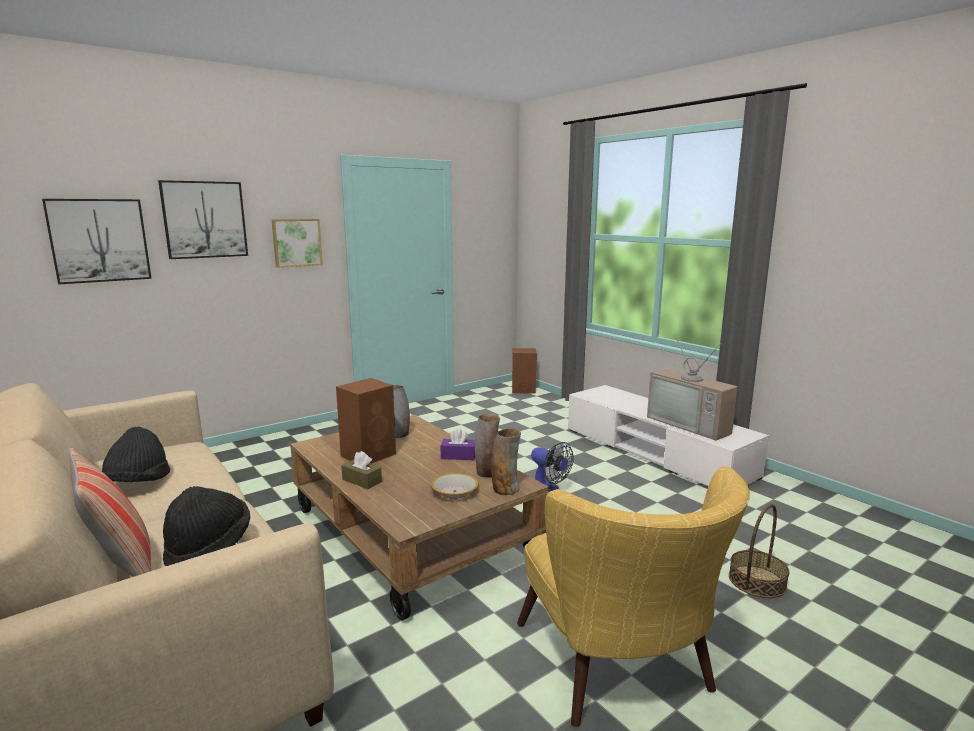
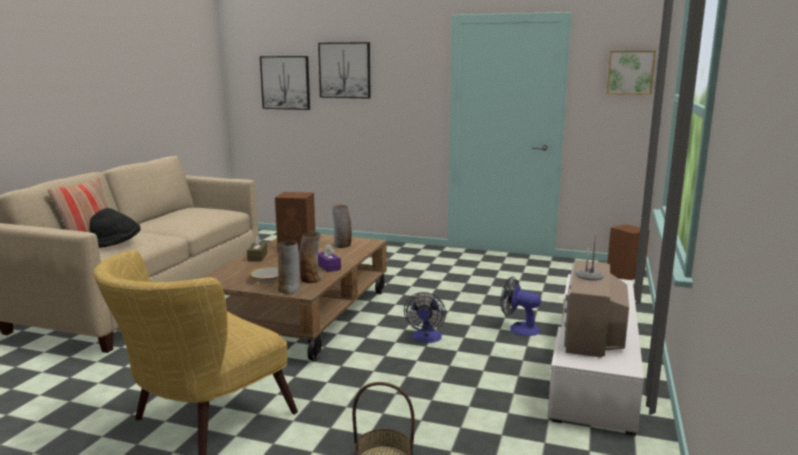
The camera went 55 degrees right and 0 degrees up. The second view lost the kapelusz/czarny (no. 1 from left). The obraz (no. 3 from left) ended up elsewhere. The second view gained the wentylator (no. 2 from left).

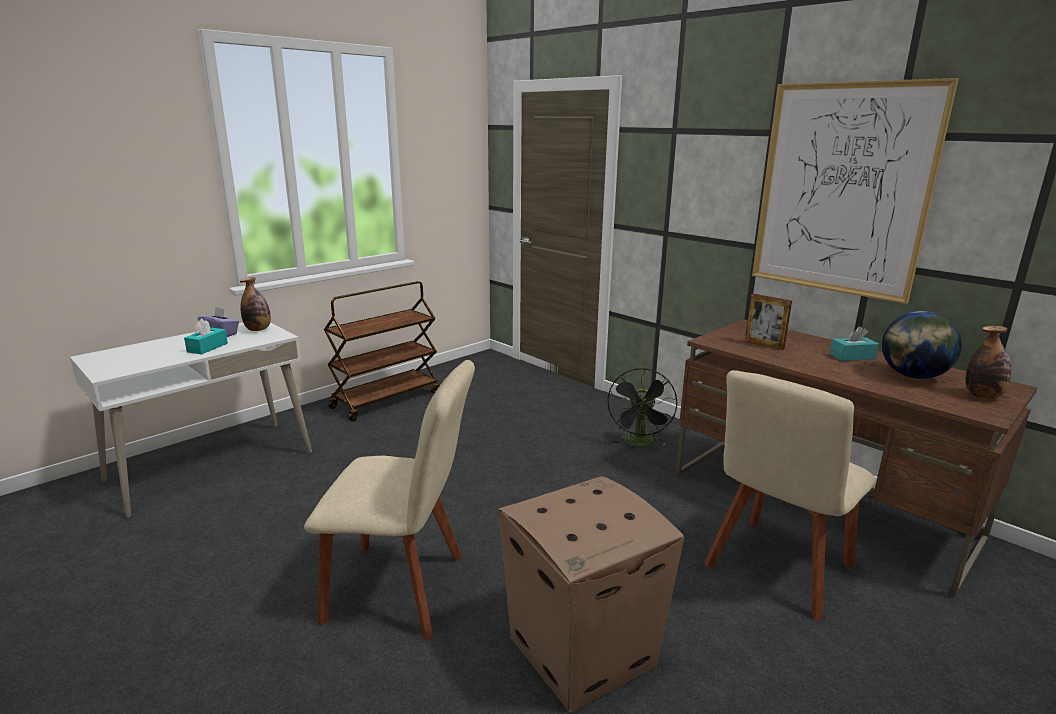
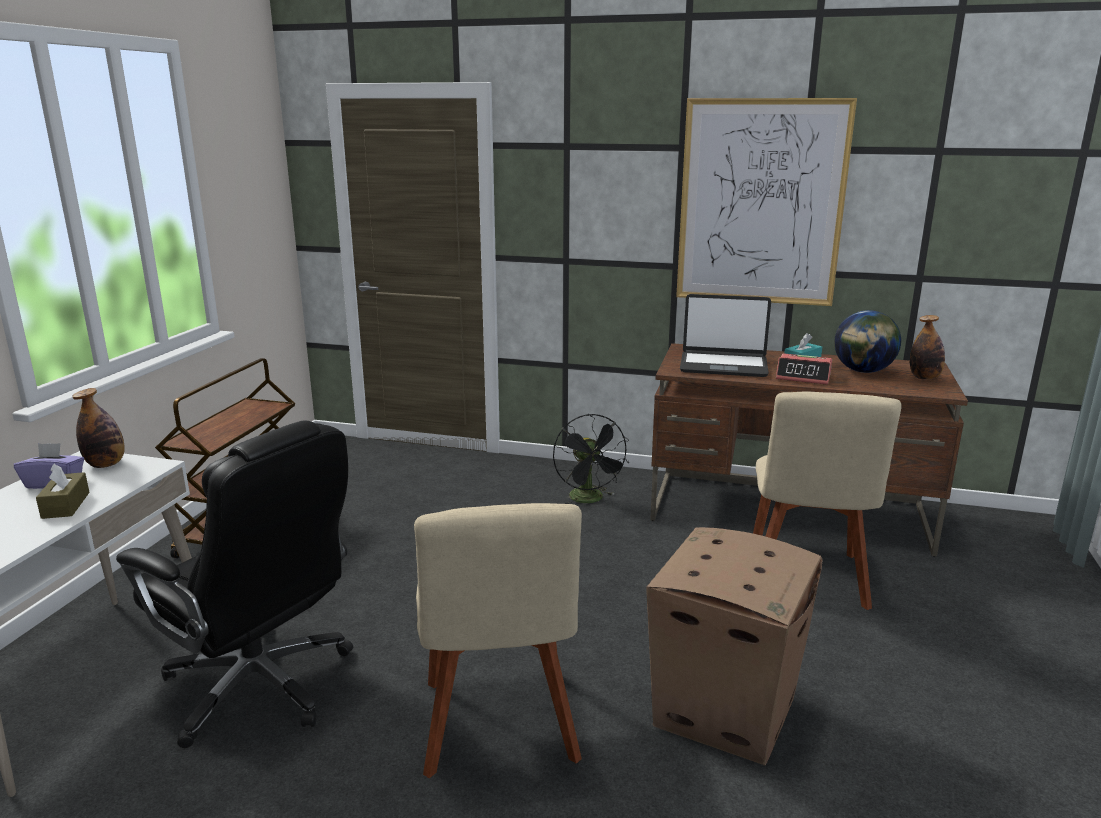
The camera went 30 degrees left and 0 degrees up. What was the pudełko chusteczek/turkusowy (no. 1 from left) turned into the pudełko chusteczek/brązowy. The krzesło/beżowy (no. 1 from left) ended up facing another way, 105 degrees clockwise from before. Where the ramka na zdjęcie stood, the laptop came to stand. The second view gained the krzesło biurowe/czarny. The second view gained the budzik.

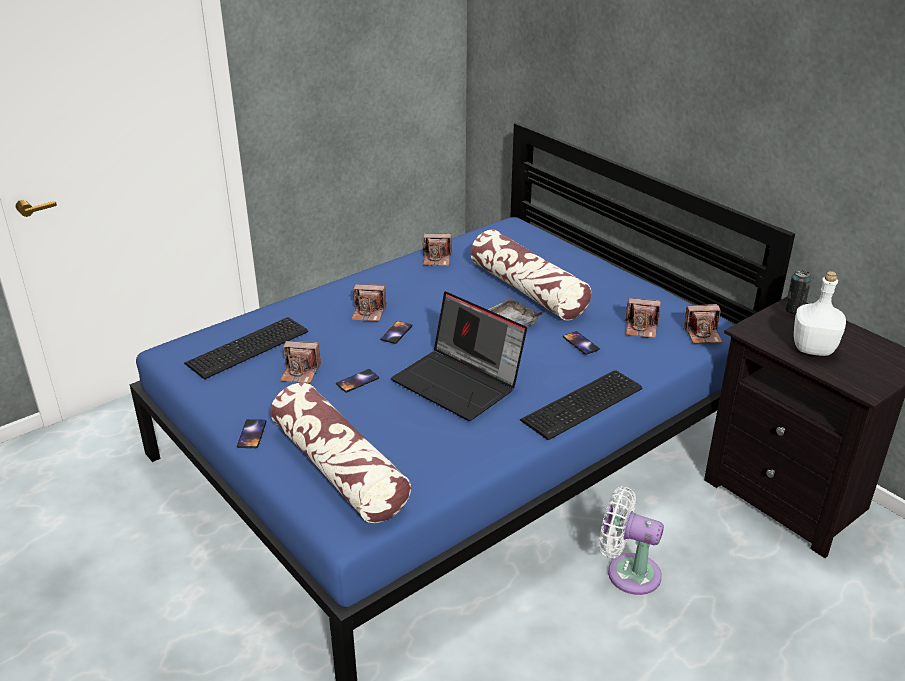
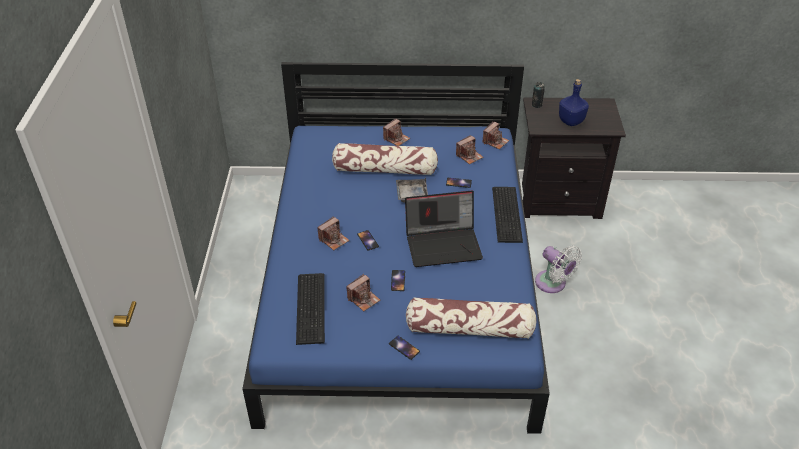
The camera went 50 degrees left and 10 degrees up. The aparat fotograficzny (no. 3 from left) ended up elsewhere. The wentylator/biały ended up facing another way, 105 degrees counterclockwise from before. What was the butelka/biały turned into the butelka/niebieski.

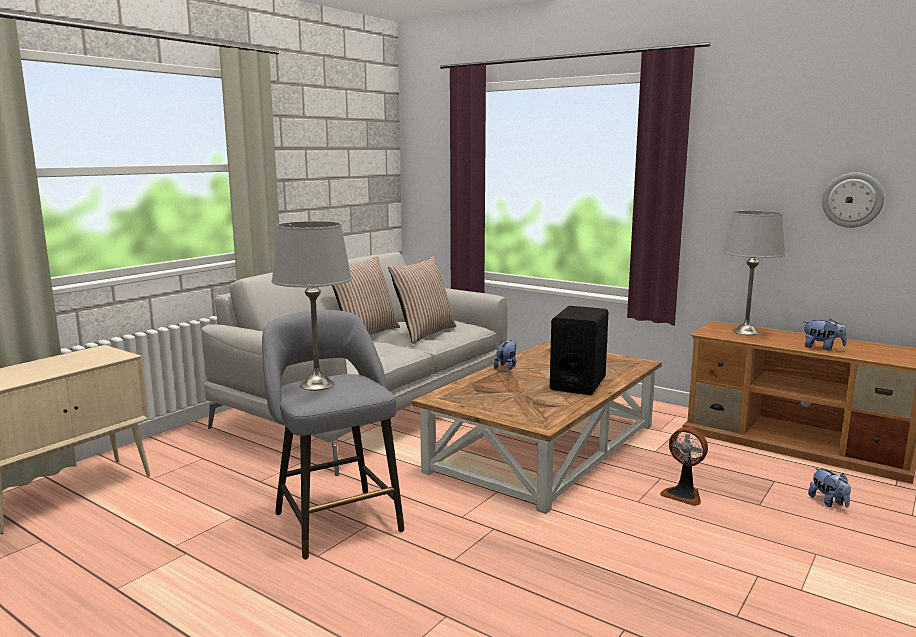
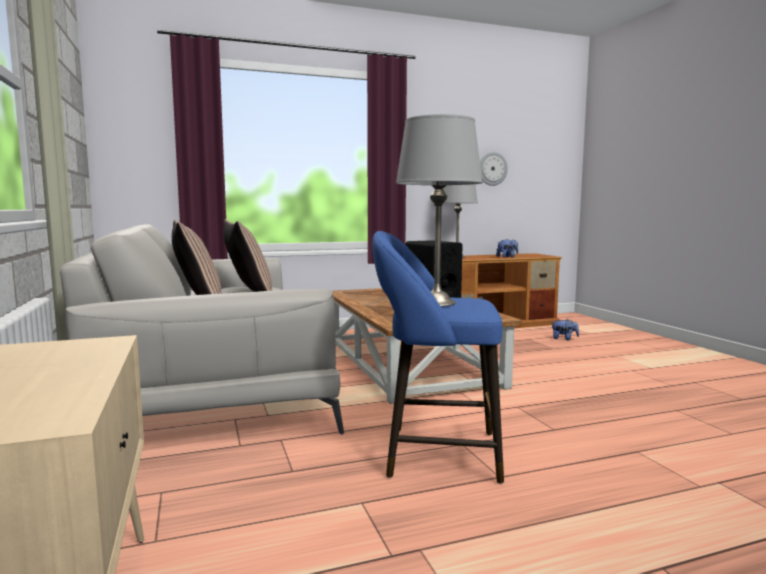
The camera went 55 degrees left and 5 degrees down. What was the stołek/szary turned into the stołek/niebieski. The second view lost the pluszak (no. 1 from left). The second view lost the wentylator.

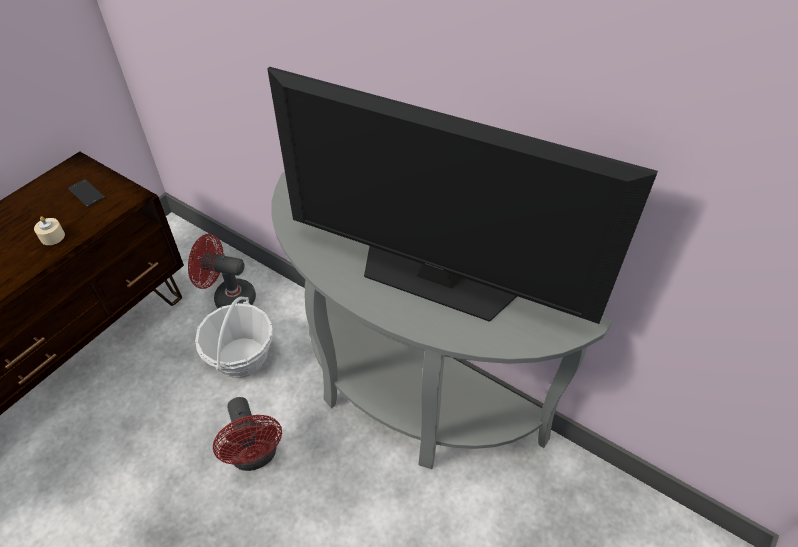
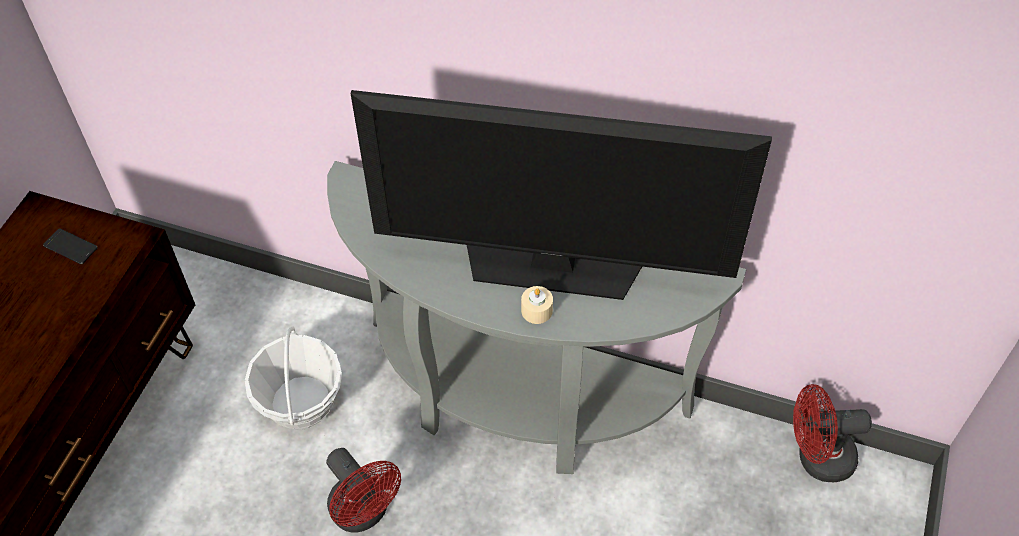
The camera went 15 degrees left and 5 degrees up. The świeca/beżowy ended up elsewhere. The wentylator/czerwony (no. 1 from left in the first image) ended up elsewhere.

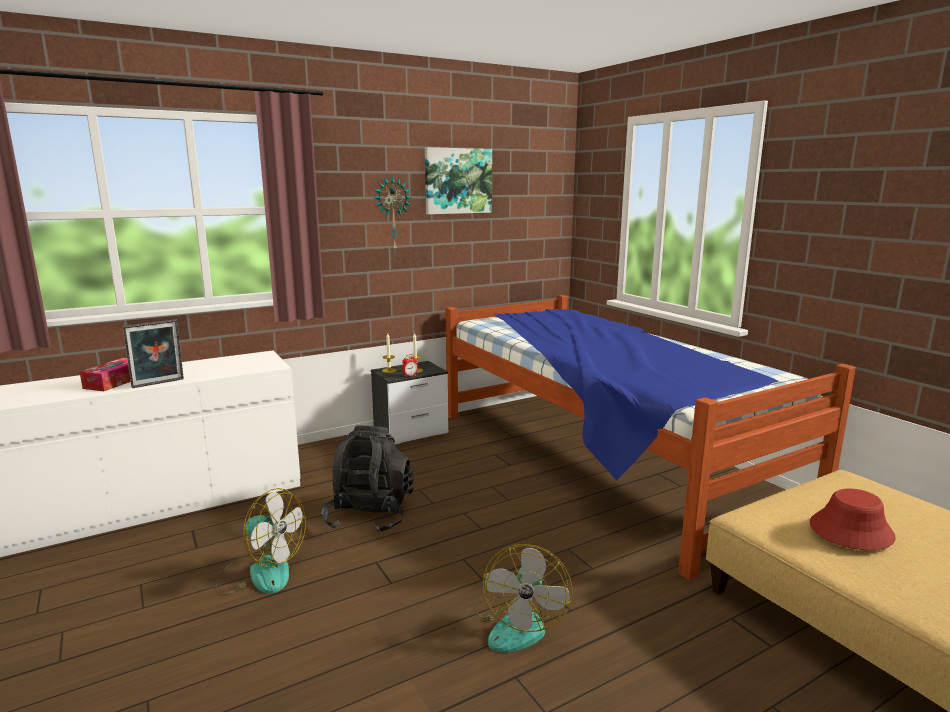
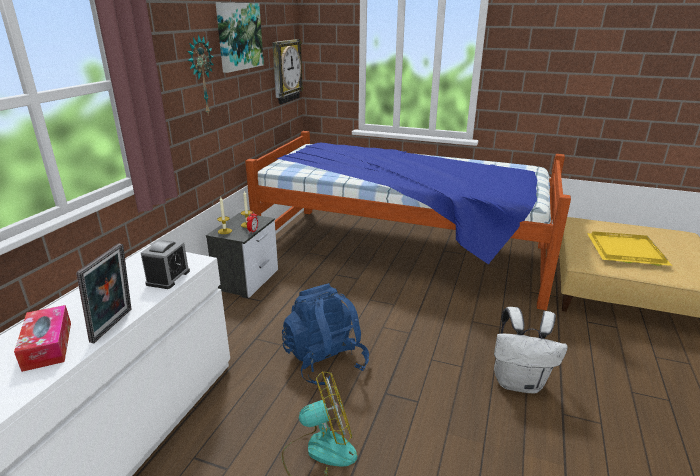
The camera went 40 degrees left and 10 degrees up. What was the plecak/czarny turned into the plecak/niebieski. Where the wentylator (no. 2 from left) stood, the plecak/biały came to stand. Where the kapelusz/czerwony stood, the taca/żółty came to stand. The second view gained the budzik (no. 1 from left). The second view gained the zegar ścienny (no. 2 from left).

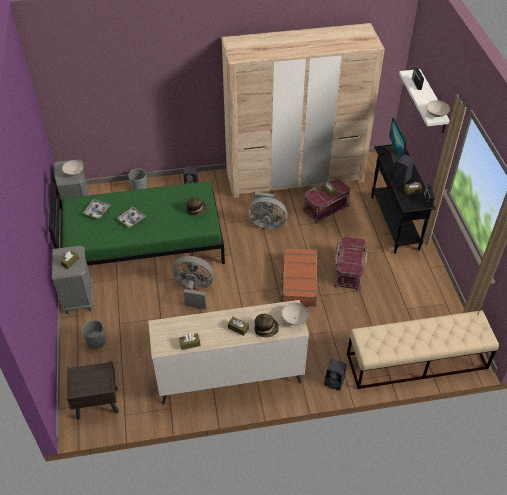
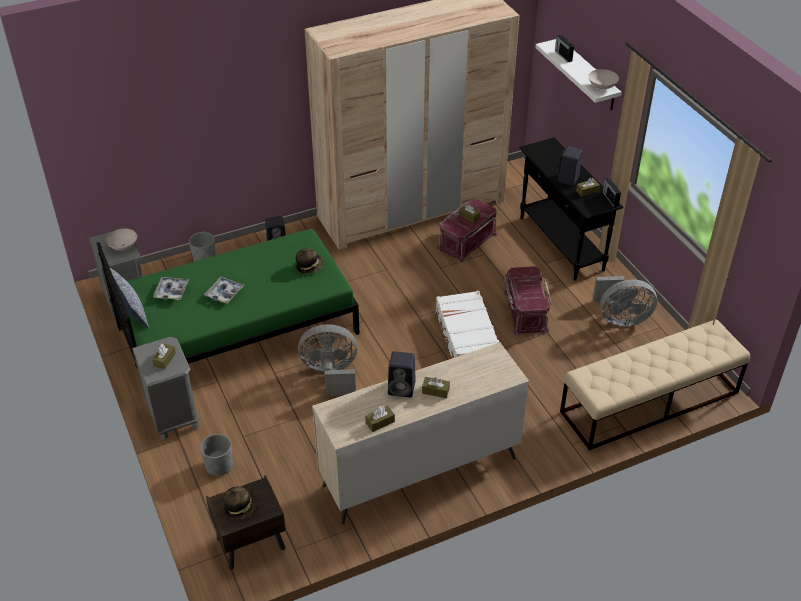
The camera went 15 degrees left and 5 degrees down. The wentylator/szary (no. 2 from left) ended up elsewhere. The kapelusz (no. 2 from left in the first image) ended up elsewhere. What was the walizka/brązowy turned into the walizka/biały. The second view lost the miska/biały (no. 2 from left). The głośnik/czarny (no. 2 from left) ended up elsewhere. The second view lost the monitor. The second view gained the poduszka.

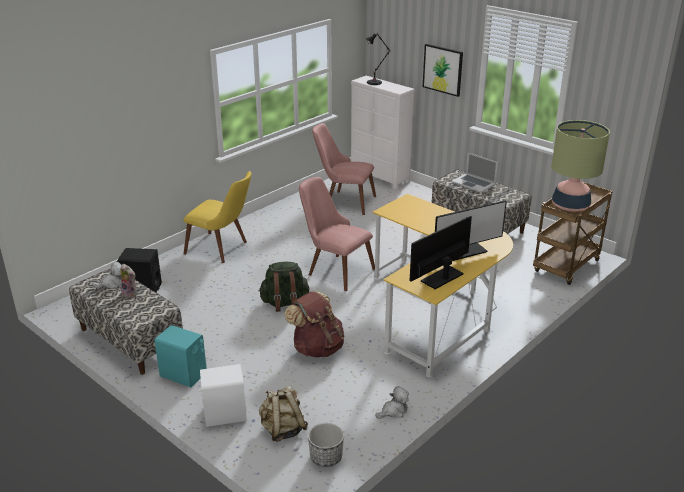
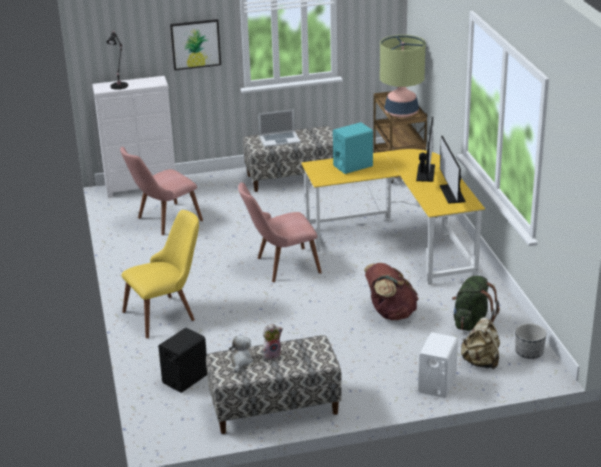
The camera went 55 degrees left and 0 degrees up. The głośnik/turkusowy ended up elsewhere. The plecak/zielony ended up elsewhere. The second view lost the pluszak (no. 3 from left).

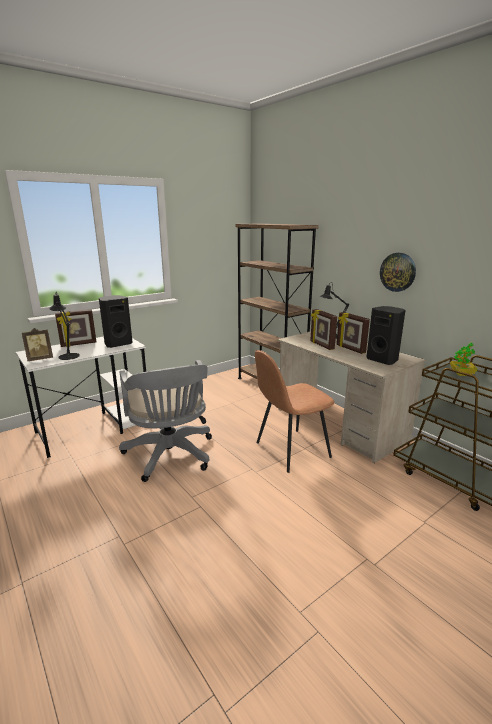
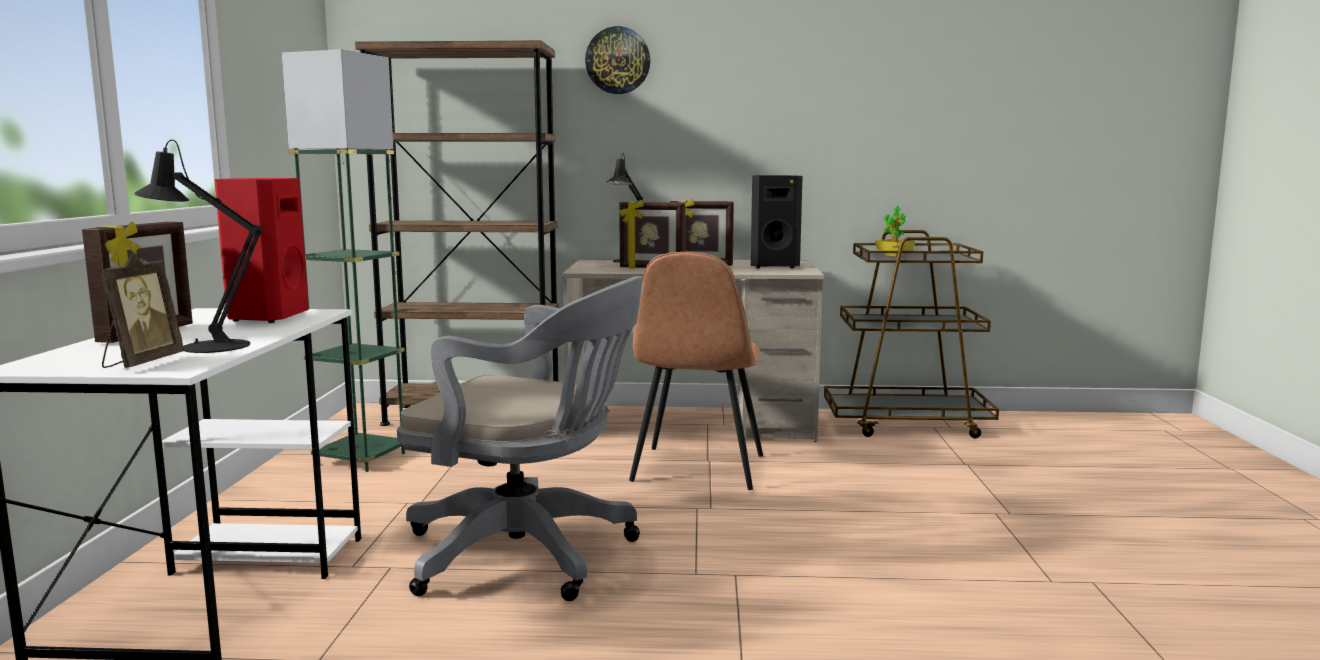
The camera went 50 degrees left and 10 degrees down. What was the głośnik/czarny (no. 1 from left) turned into the głośnik/czerwony. The zegar ścienny ended up elsewhere. The second view gained the lampa stojąca/zielony.

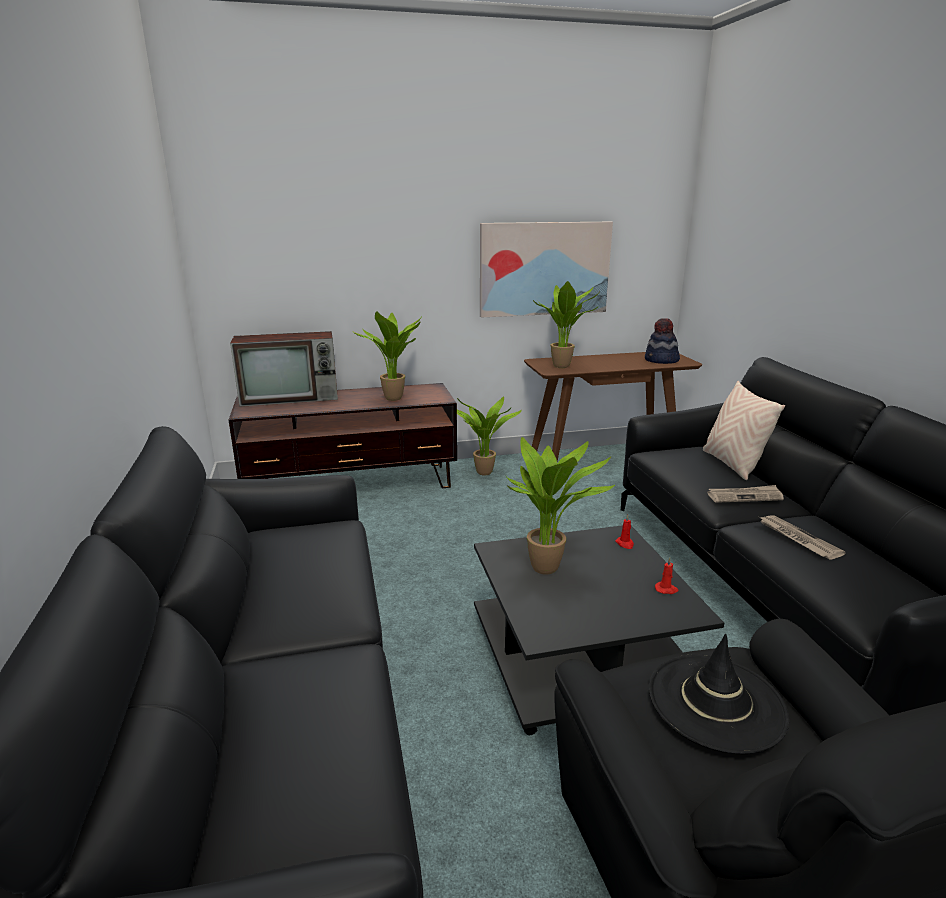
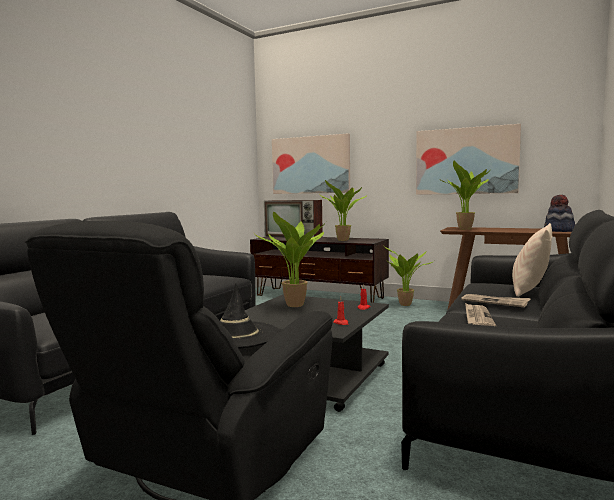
The camera went 40 degrees right and 15 degrees down. The second view gained the obraz (no. 1 from left).

